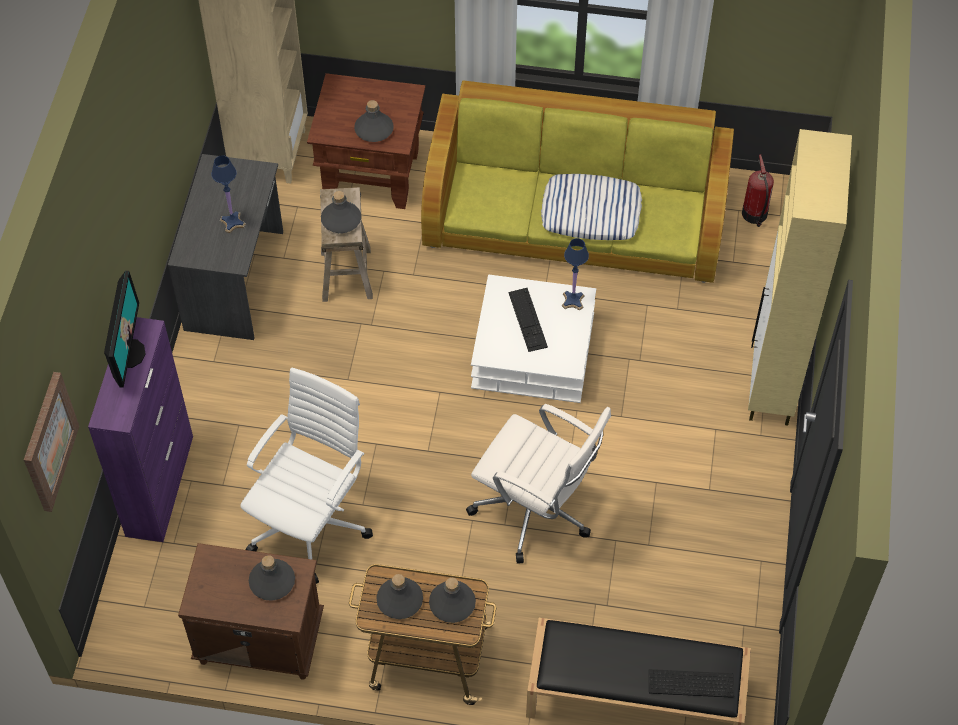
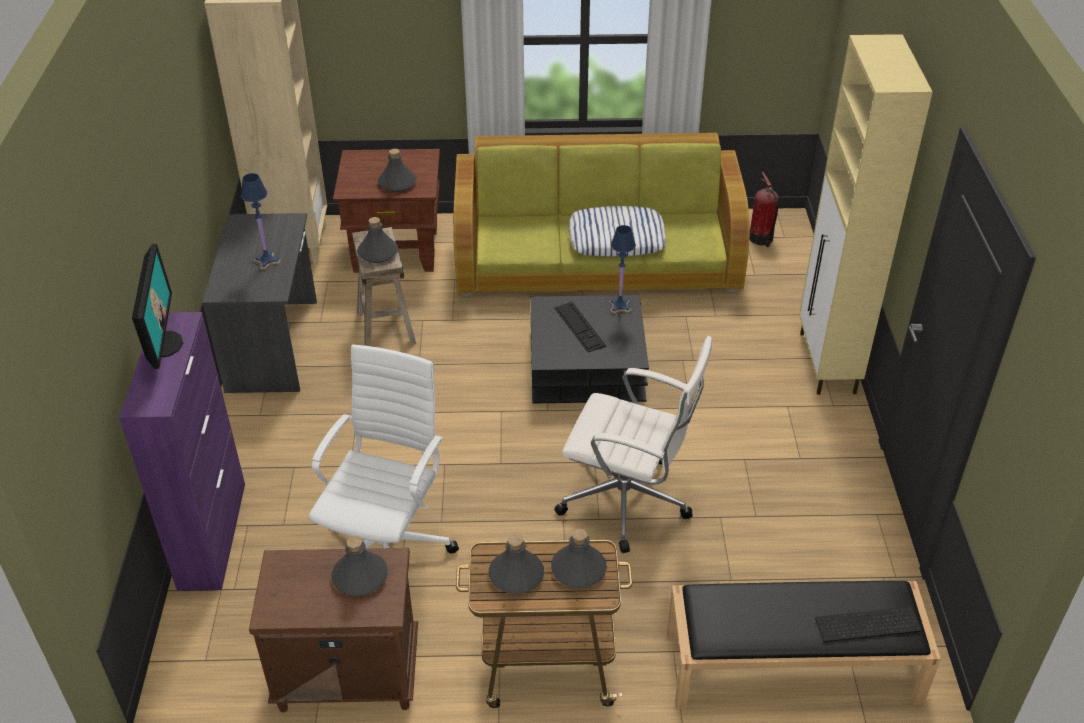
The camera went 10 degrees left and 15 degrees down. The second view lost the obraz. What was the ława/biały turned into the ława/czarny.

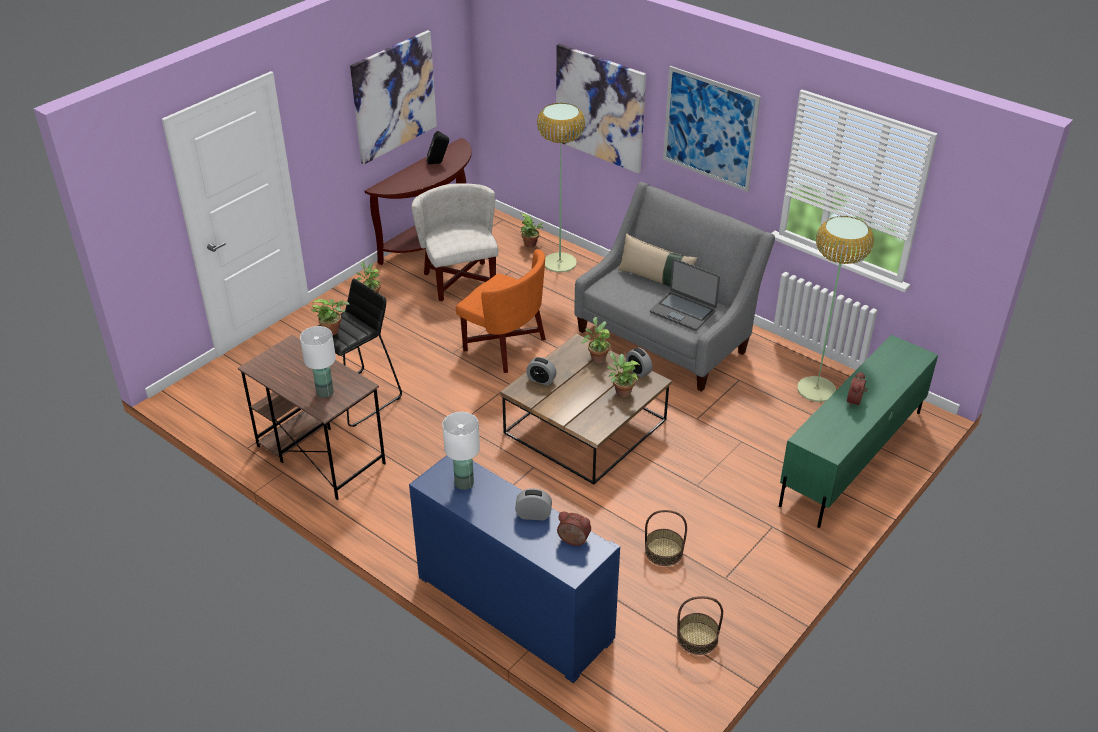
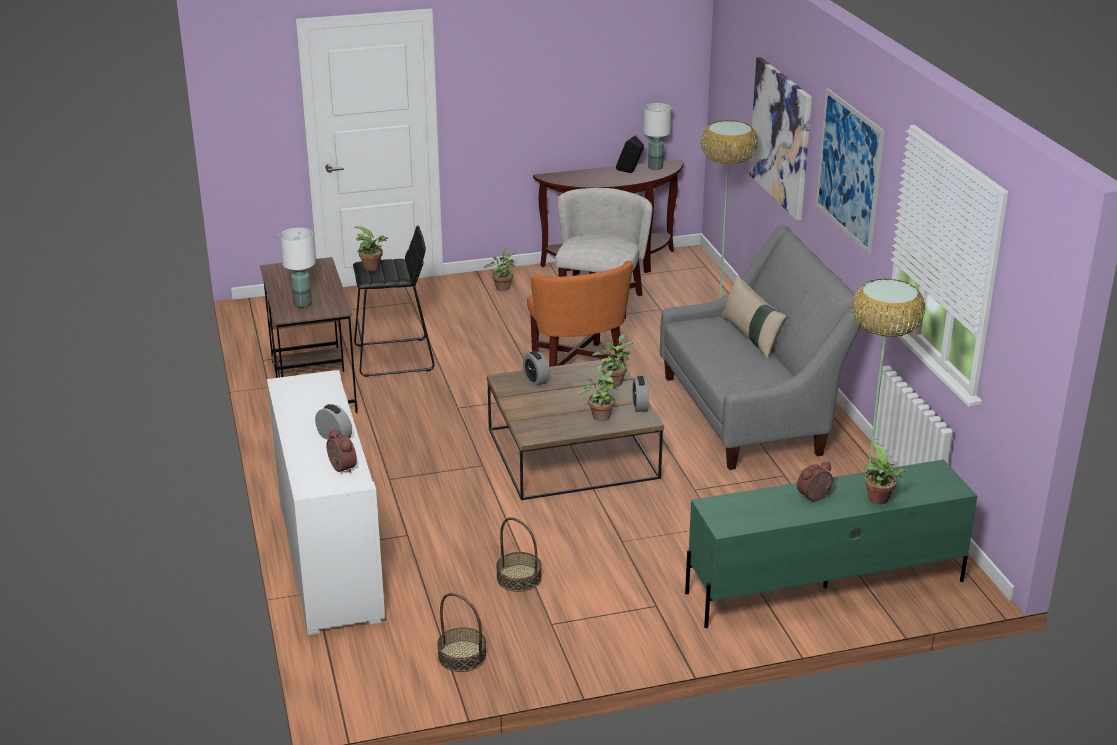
The camera went 35 degrees right and 10 degrees down. The second view lost the obraz (no. 1 from left). What was the szafka/niebieski turned into the szafka/biały. The lampa stołowa/biały (no. 2 from left) ended up elsewhere. The roślina doniczkowa (no. 3 from left in the first image) ended up elsewhere. The second view lost the laptop.

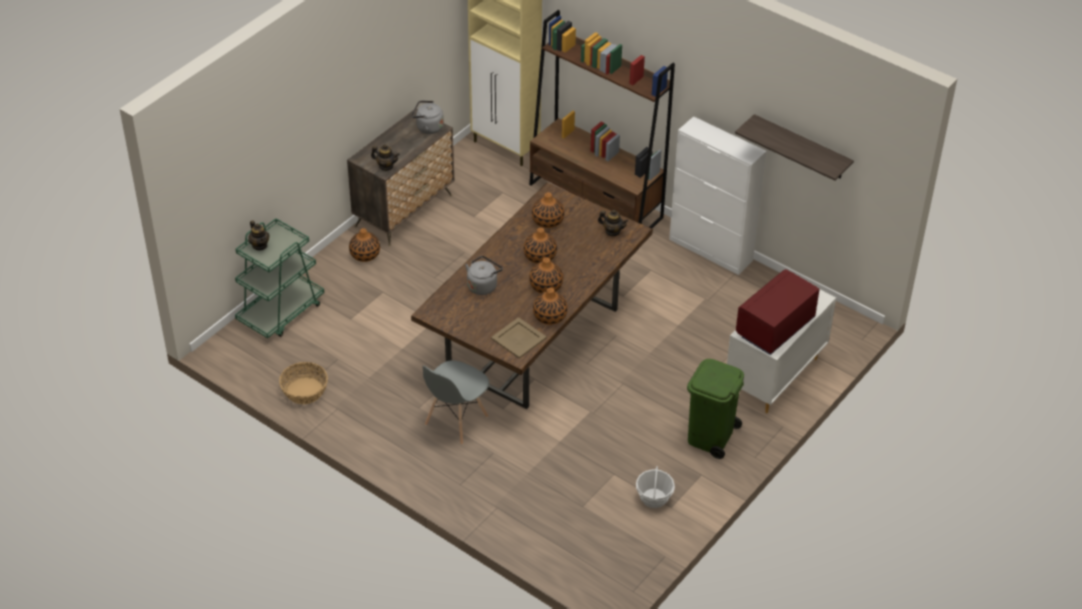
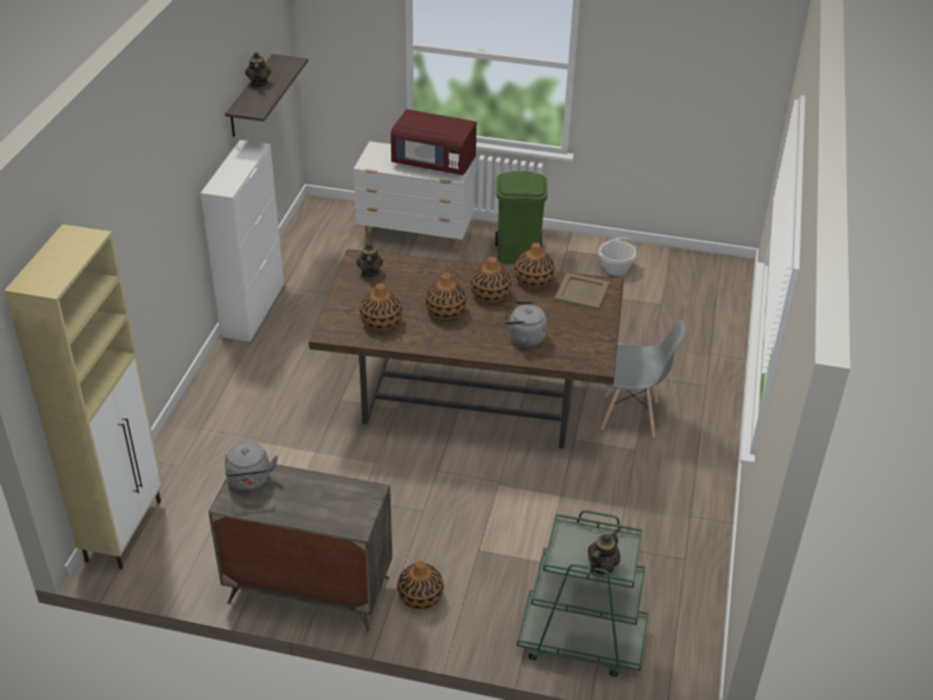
The camera went 115 degrees left and 5 degrees down. The second view lost the koszyk (no. 1 from left). The imbryk (no. 2 from left in the first image) ended up elsewhere. The second view lost the regał/brązowy.

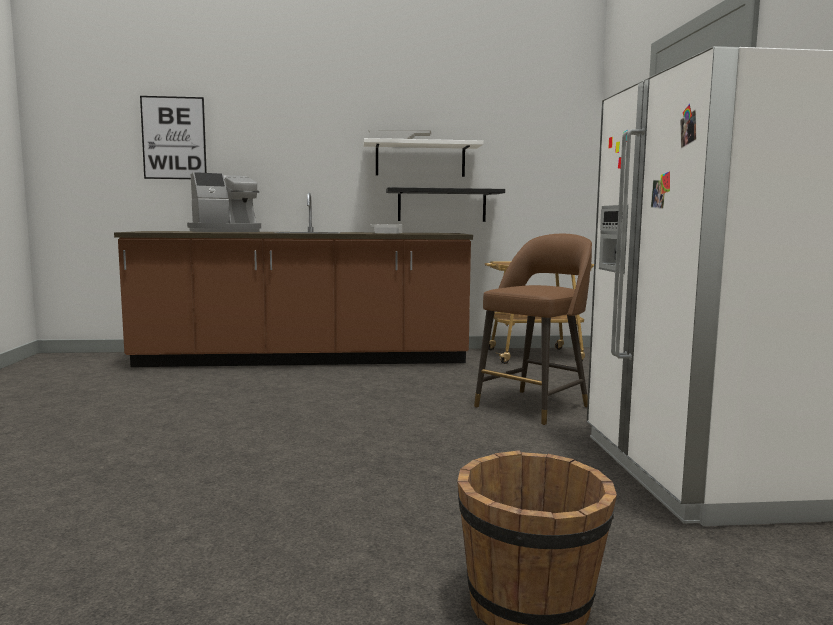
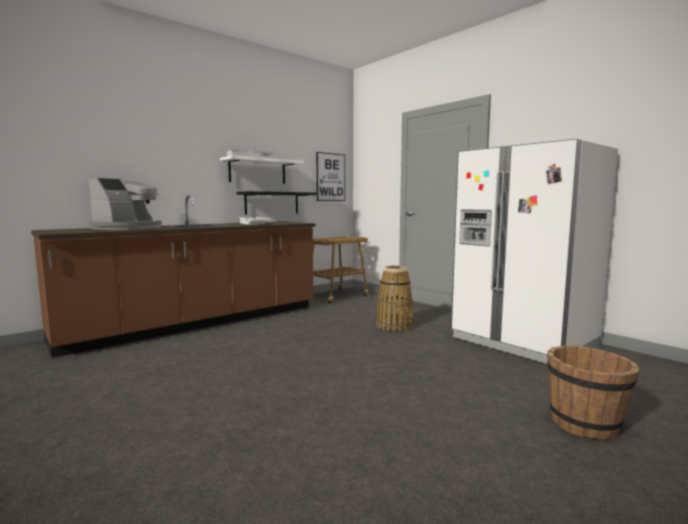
The camera went 35 degrees left and 0 degrees up. The obraz ended up elsewhere. Where the stołek/brązowy stood, the koszyk came to stand.

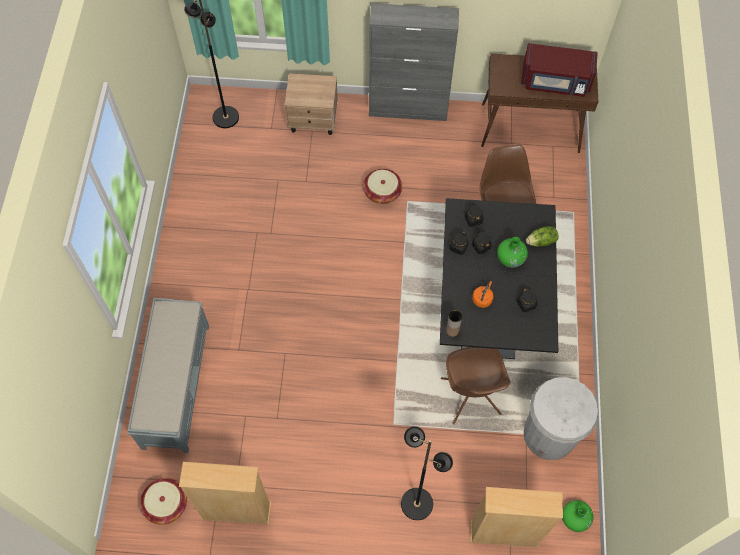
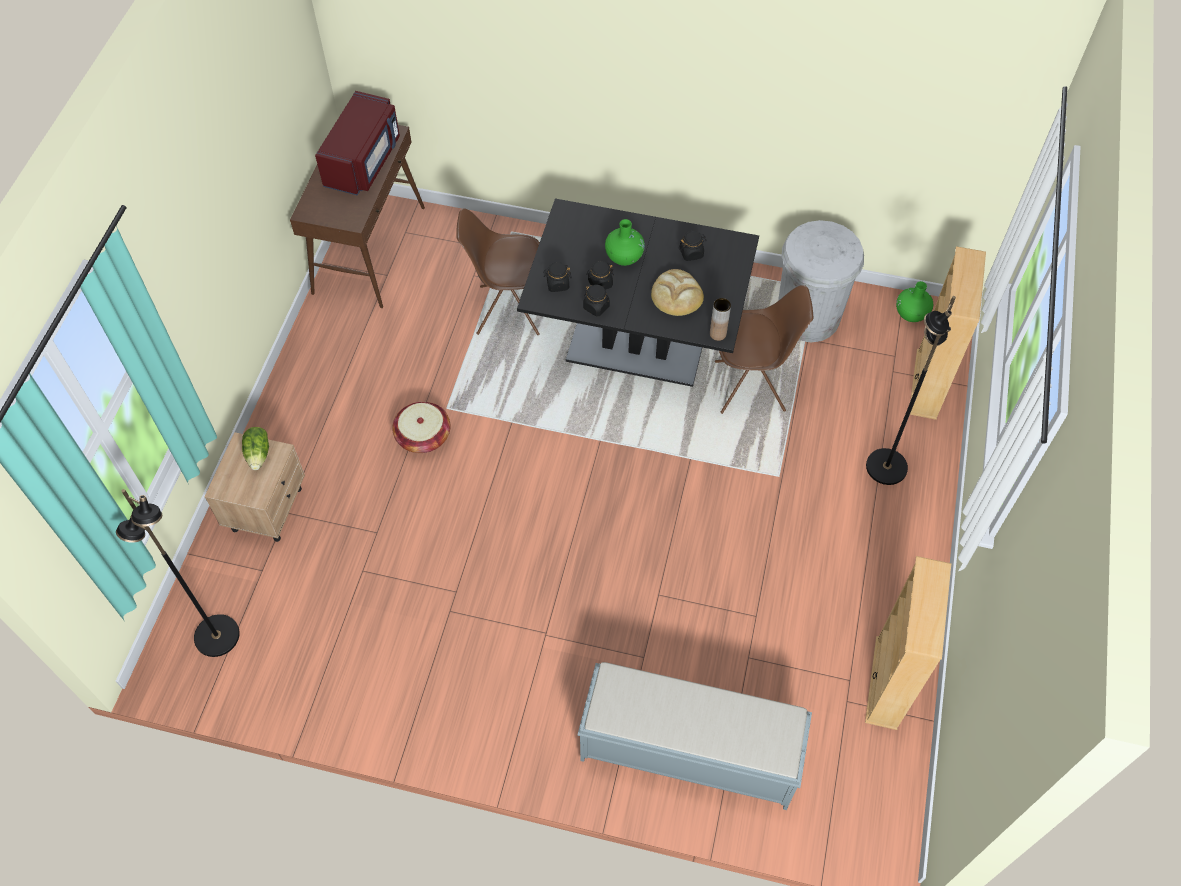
The camera went 80 degrees left and 5 degrees down. The second view lost the koszyk (no. 1 from left). The second view lost the szafka/szary. Where the czajnik/pomarańczowy stood, the chleb came to stand. The sałata ended up elsewhere.

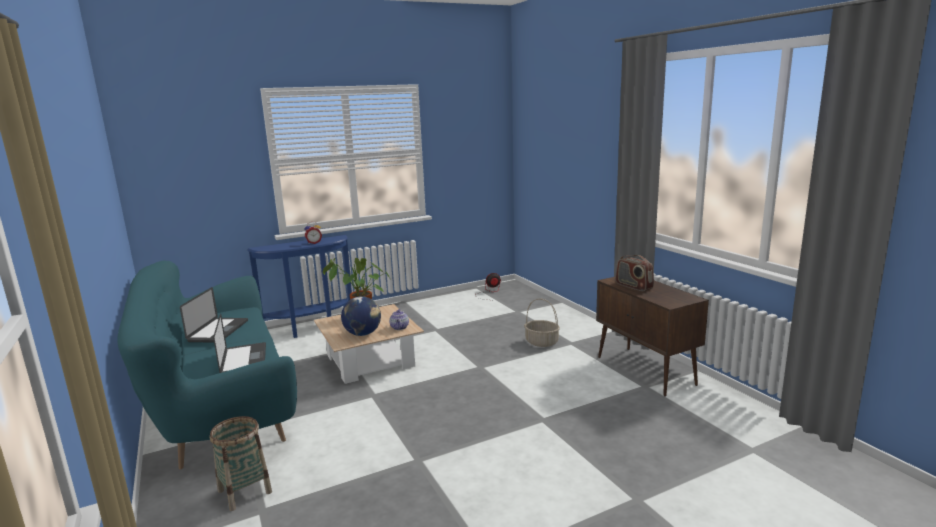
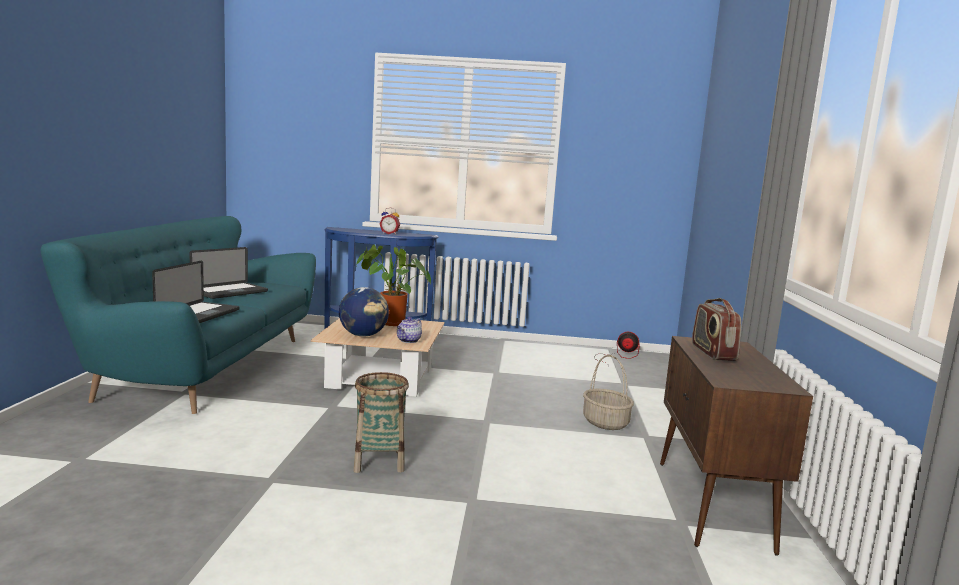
The camera went 30 degrees right and 5 degrees down. The koszyk (no. 1 from left) ended up elsewhere.

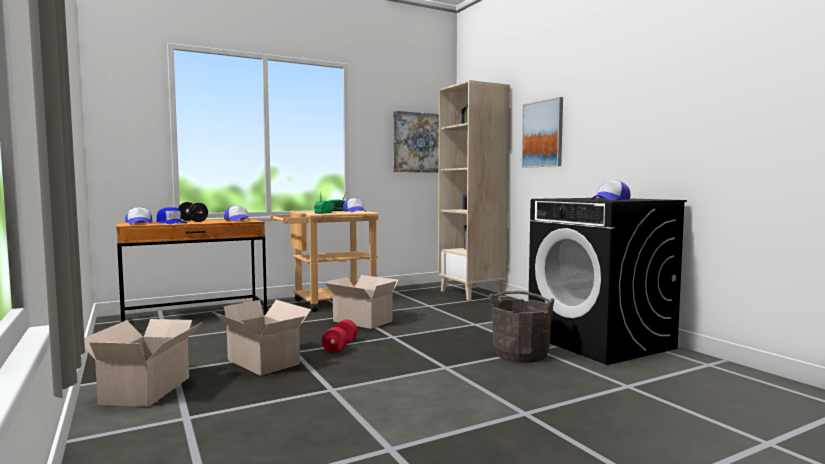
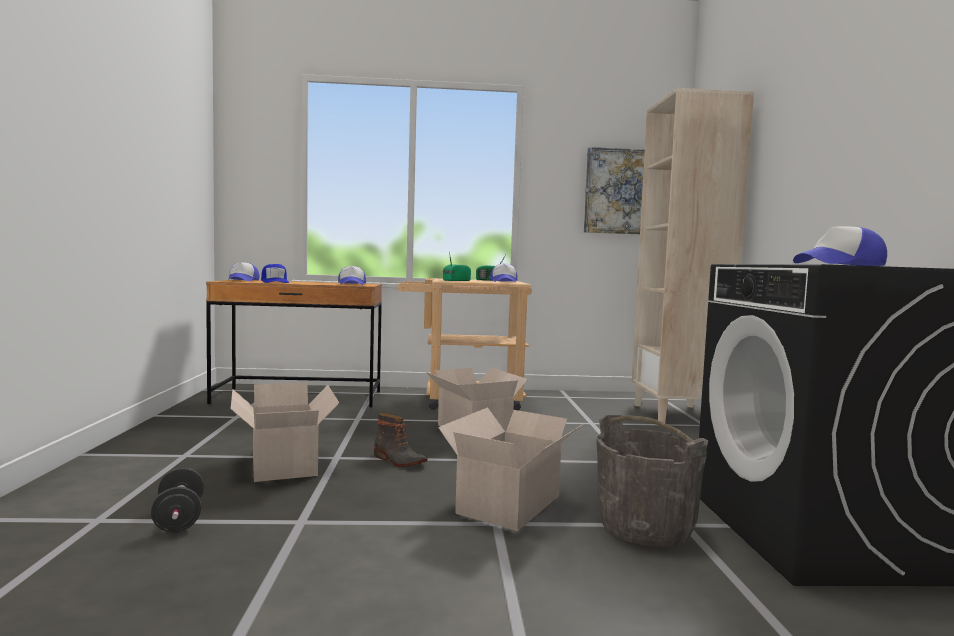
The camera went 25 degrees right and 0 degrees up. The karton (no. 1 from left in the first image) ended up elsewhere. The hantel/czarny ended up elsewhere. Where the hantel/czerwony stood, the but z cholewką came to stand. The second view lost the obraz (no. 2 from left).

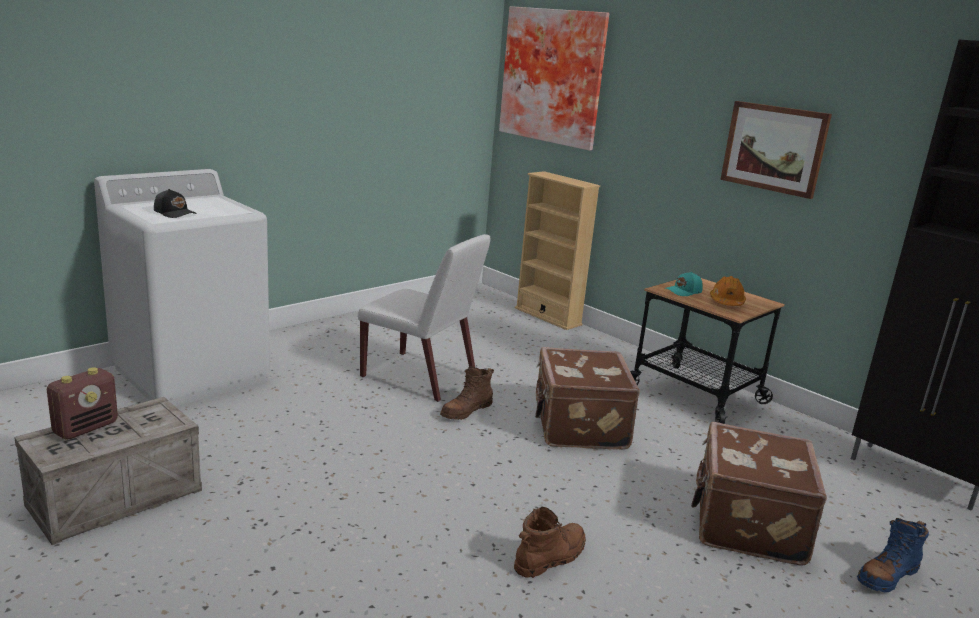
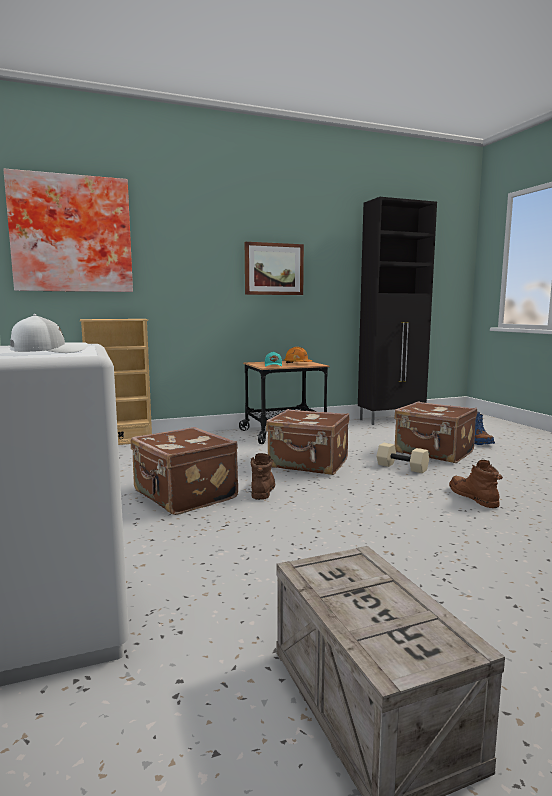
The camera went 65 degrees left and 10 degrees down. The second view lost the radio. What was the czapka z daszkiem/czarny turned into the czapka z daszkiem/biały. Where the krzesło/biały stood, the walizka/brązowy (no. 1 from left) came to stand. The but z cholewką/brązowy (no. 1 from left) ended up facing another way, 150 degrees counterclockwise from before. The second view gained the hantel/beżowy.

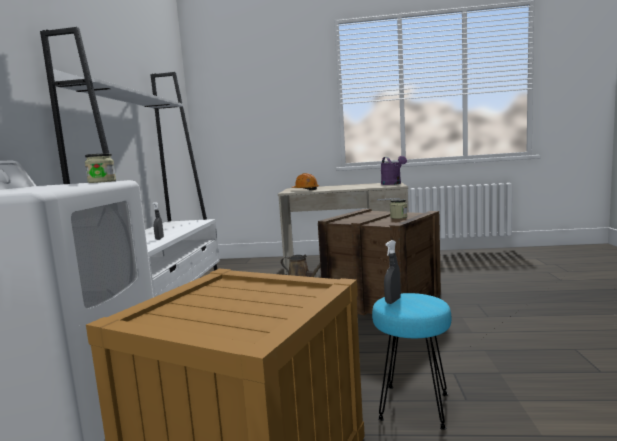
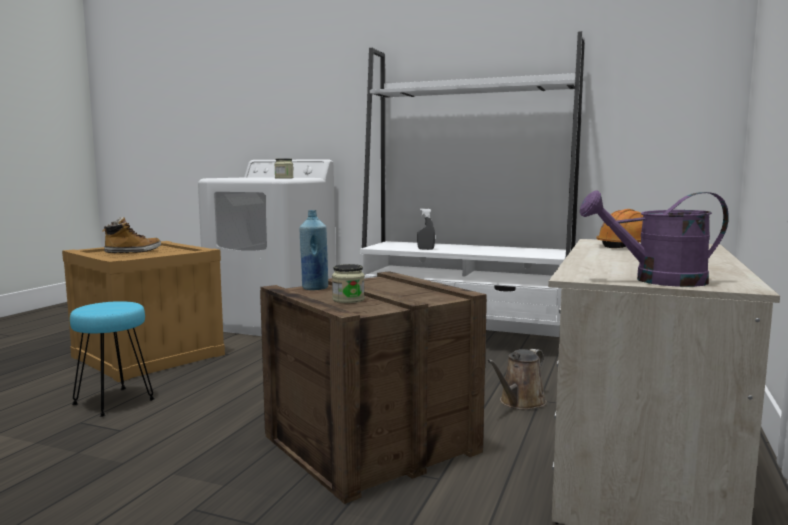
The camera went 105 degrees right and 0 degrees up. The second view lost the spryskiwacz/szary (no. 2 from left). The second view gained the but z cholewką. The second view gained the butelka/niebieski.

